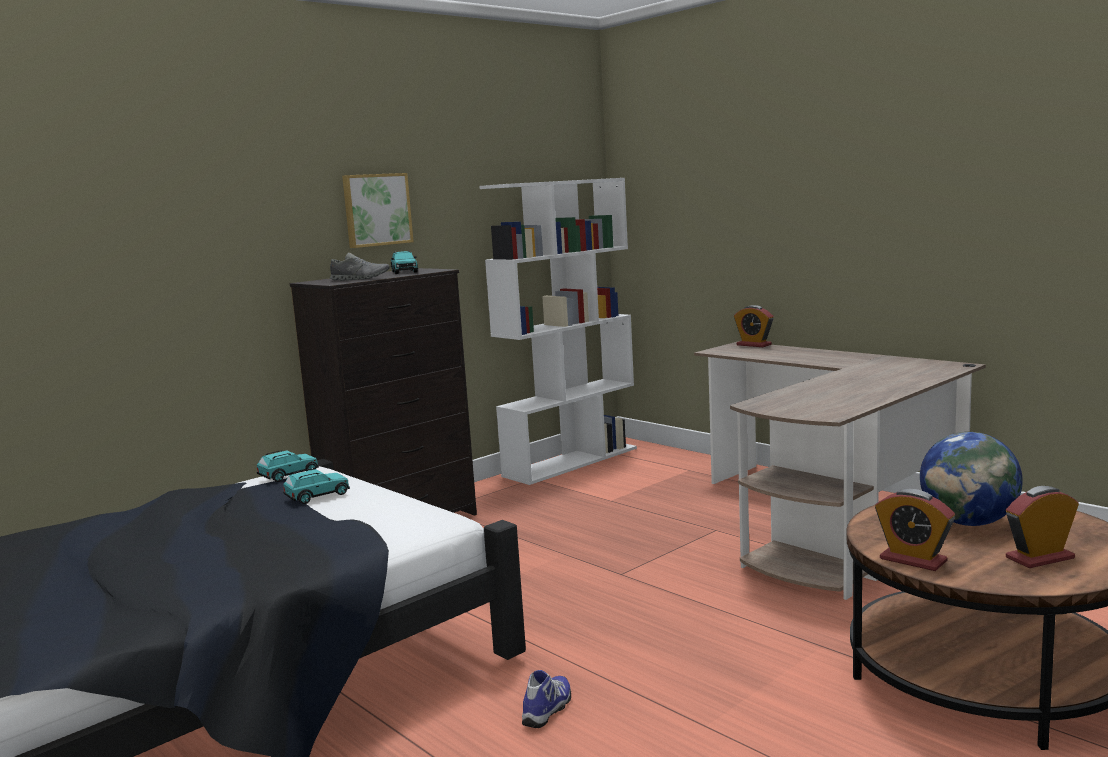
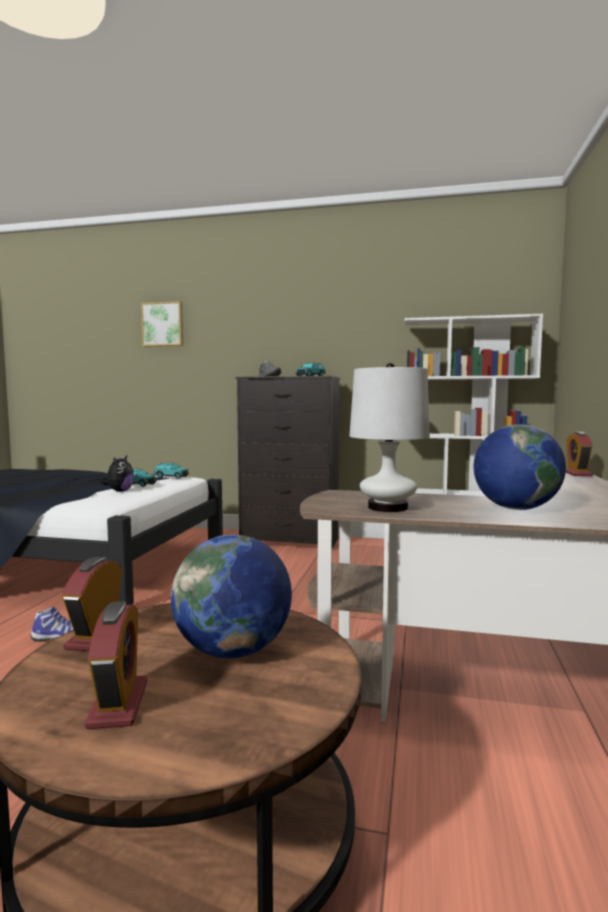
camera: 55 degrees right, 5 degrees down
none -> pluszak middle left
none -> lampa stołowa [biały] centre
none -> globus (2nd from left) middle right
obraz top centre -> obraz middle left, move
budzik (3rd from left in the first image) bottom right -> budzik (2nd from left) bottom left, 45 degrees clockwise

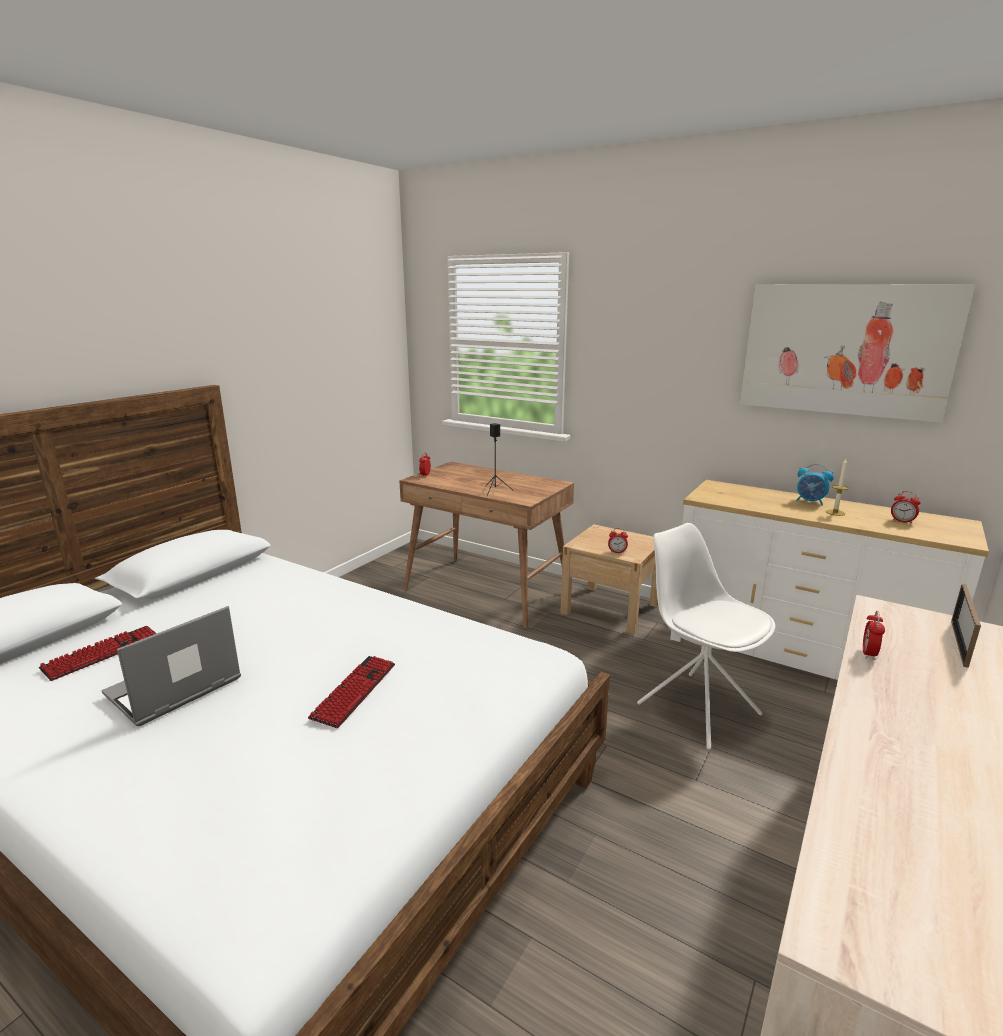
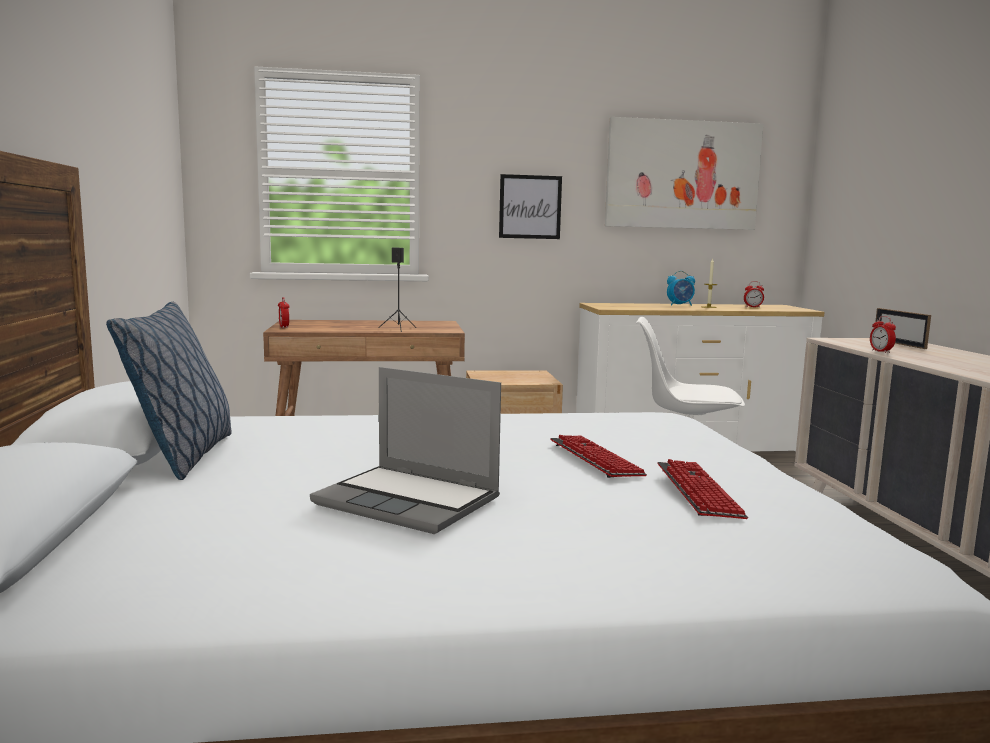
camera: 40 degrees left, 10 degrees down
budzik (2nd from left) centre -> none
none -> poduszka middle left
none -> obraz (1st from left) top centre
klawiatura (1st from left in the first image) middle left -> klawiatura (2nd from left) middle right, move
laptop middle left -> laptop centre, 60 degrees counterclockwise

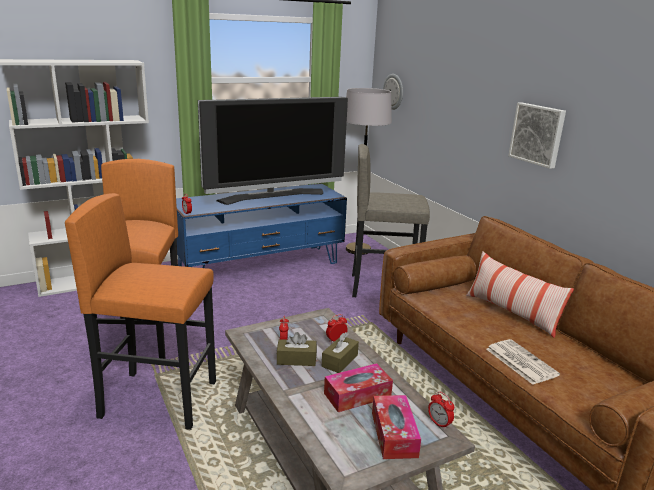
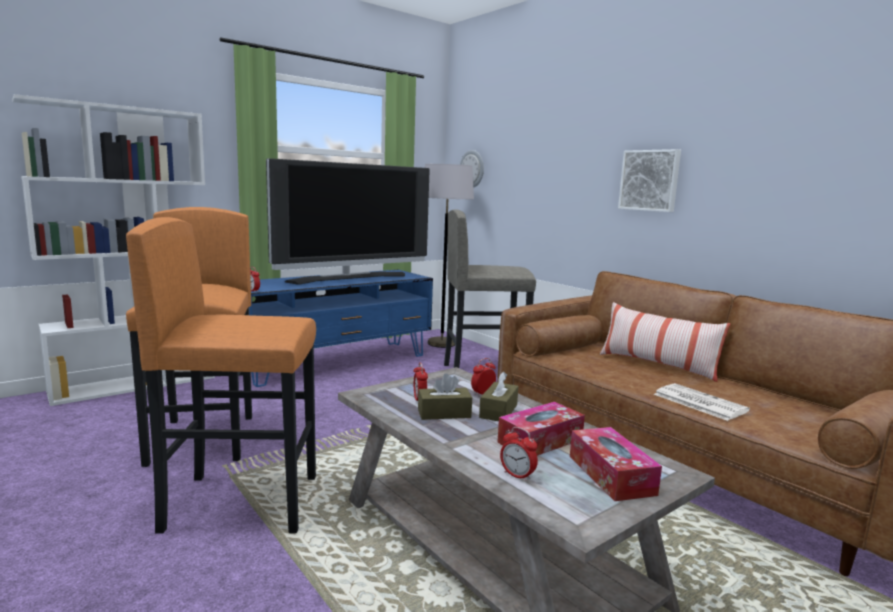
camera: 10 degrees left, 10 degrees down
budzik (4th from left) bottom right -> budzik (4th from left) bottom centre, move

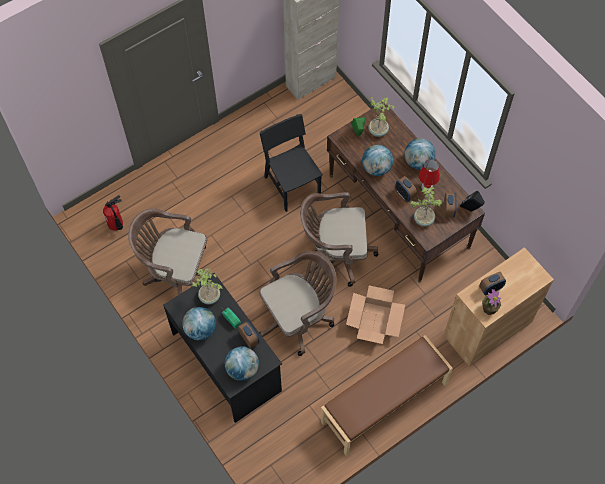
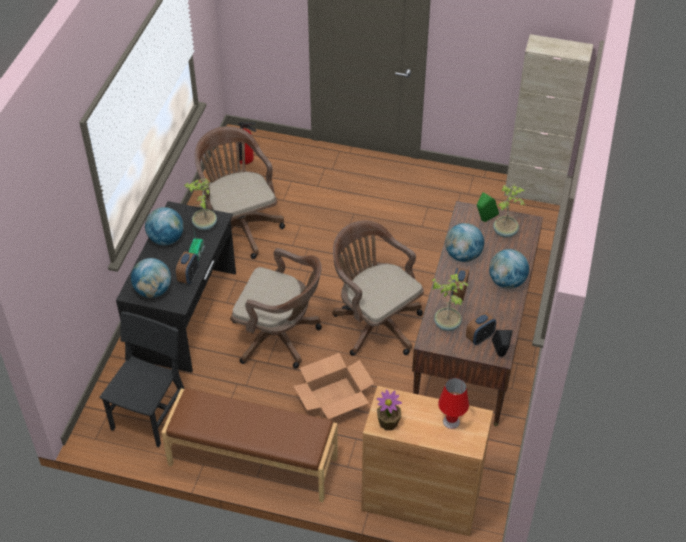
camera: 50 degrees right, 15 degrees down
budzik (4th from left) middle right -> none
krzesło [czarny] centre -> krzesło [czarny] bottom left, move
lampa stołowa [czerwony] middle right -> lampa stołowa [czerwony] bottom centre, move

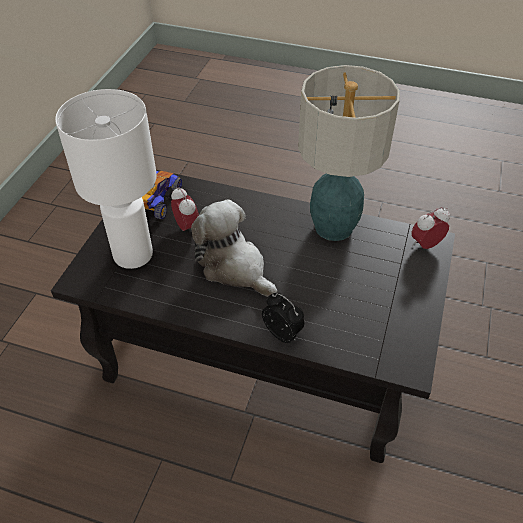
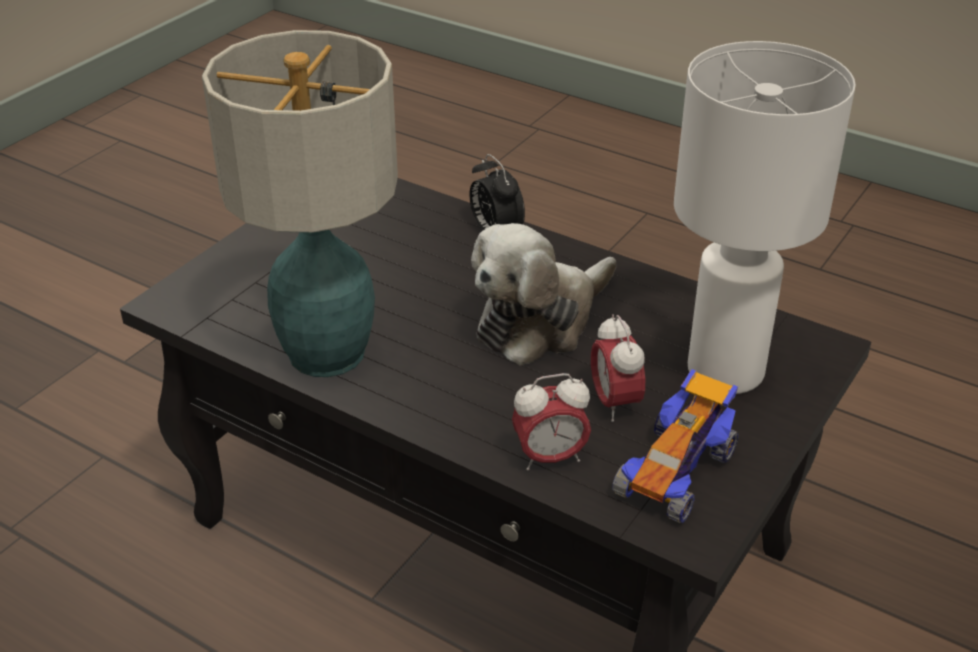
camera: 165 degrees left, 10 degrees down
budzik (3rd from left in the first image) middle right -> budzik (2nd from left) centre, move
pluszak centre, 75 degrees clockwise

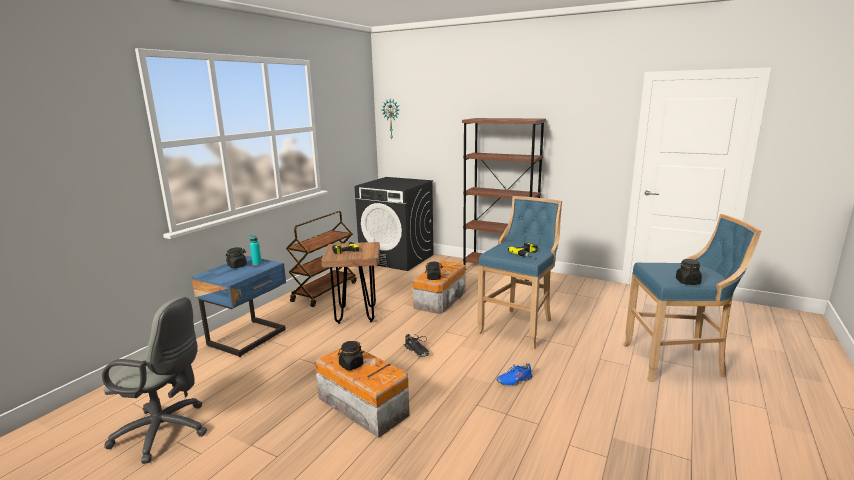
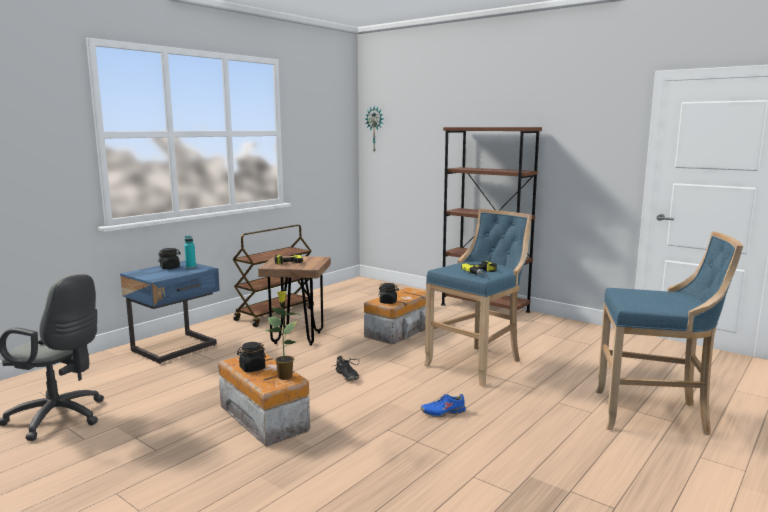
camera: 10 degrees right, 5 degrees down
pralka [czarny] centre -> none
słoik [czarny] (4th from left) middle right -> none
none -> roślina doniczkowa centre

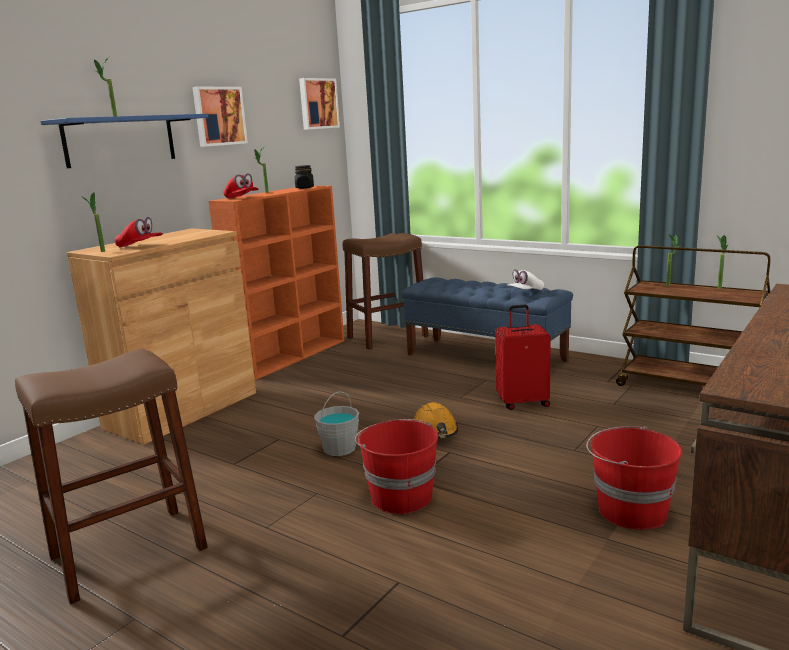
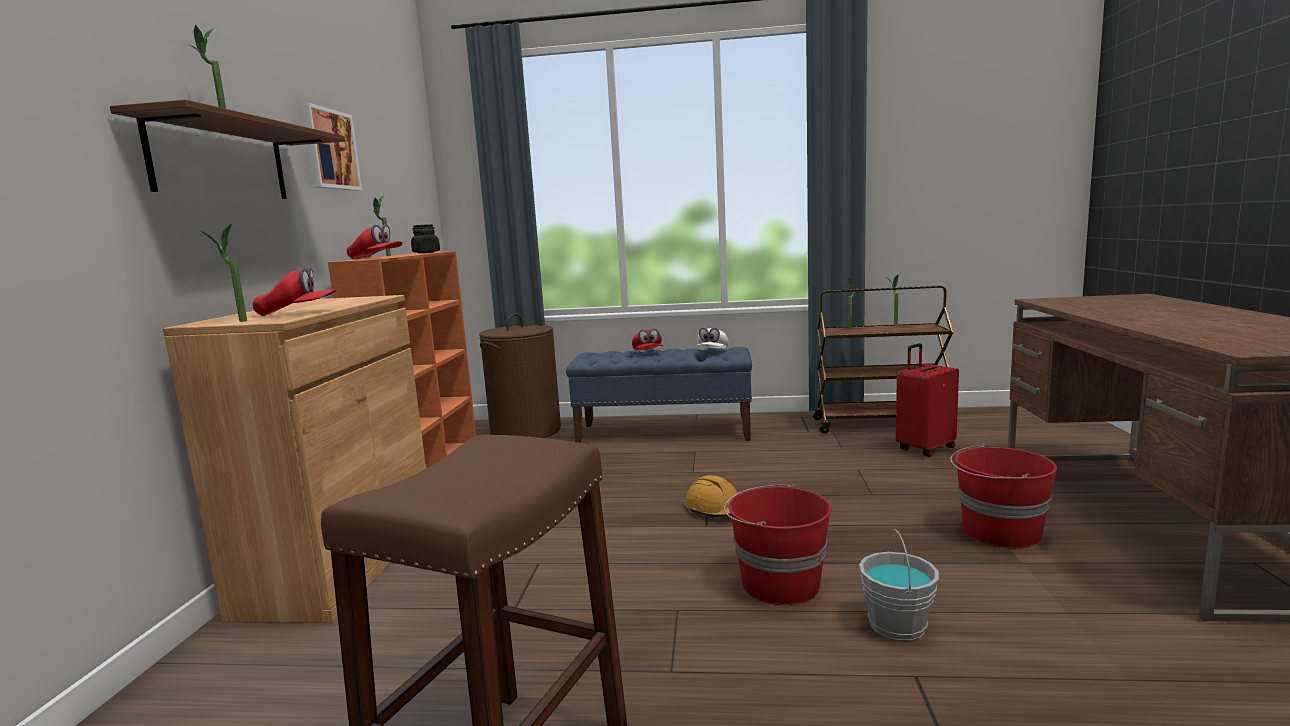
camera: 30 degrees left, 5 degrees down
obraz (2nd from left) top centre -> none
none -> czapka z daszkiem [czerwony] (3rd from left) centre
wiadro [szary] centre -> wiadro [szary] bottom right, move
walizka [czerwony] centre -> walizka [czerwony] middle right, move
stołek [brązowy] (2nd from left) centre -> kosz na pranie [brązowy] centre
półka [niebieski] top left -> półka [brązowy] top left

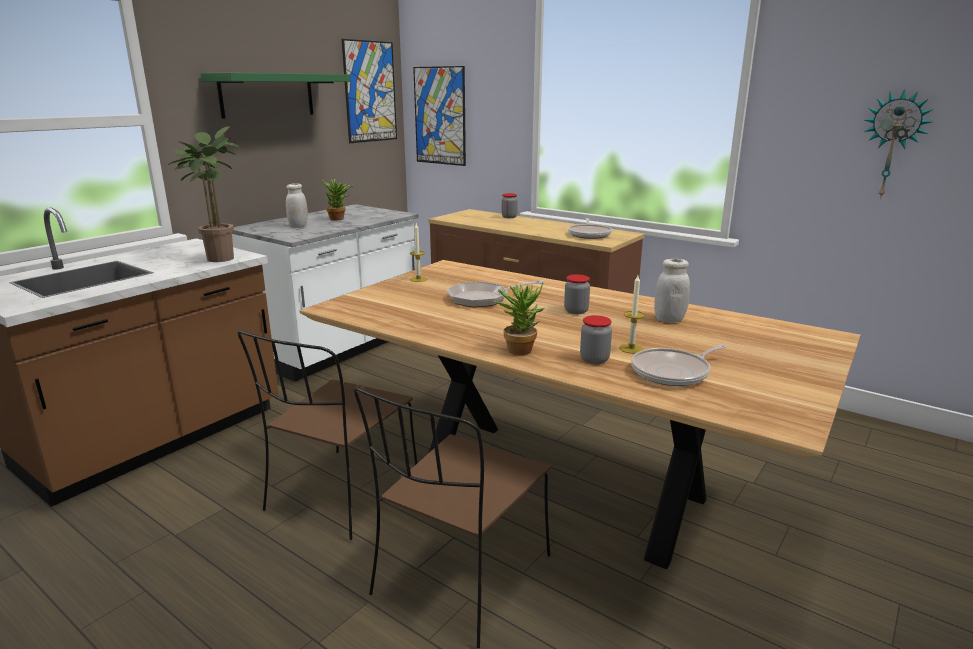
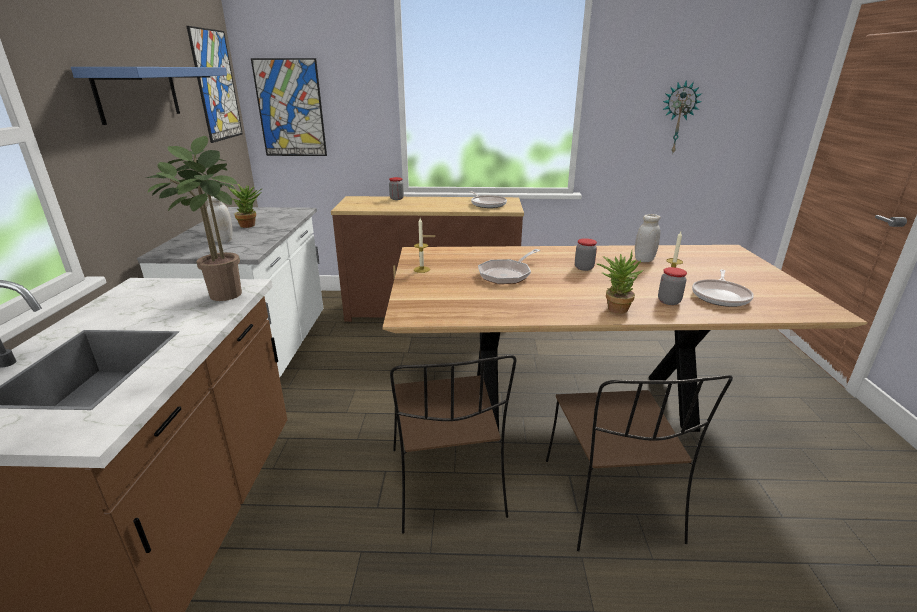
camera: 35 degrees left, 5 degrees up
półka [zielony] top left -> półka [niebieski] top left

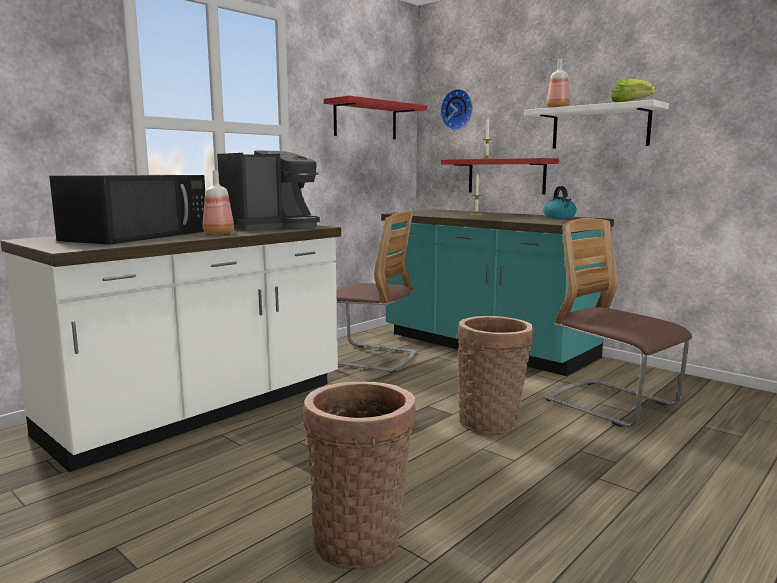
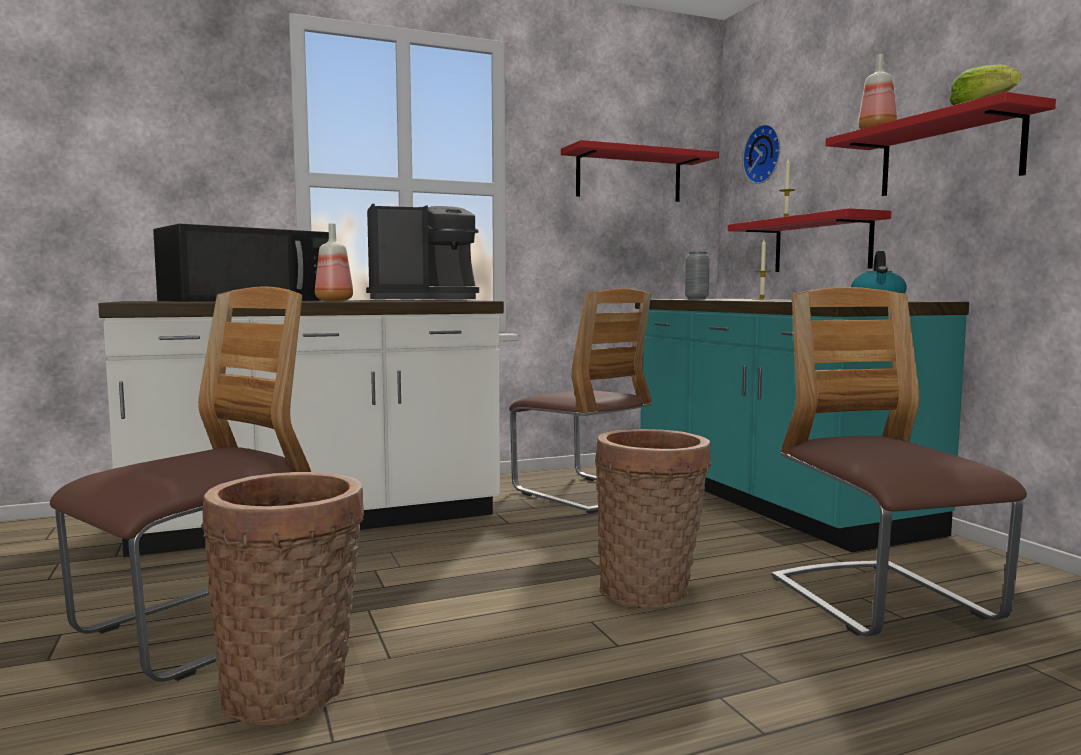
camera: 25 degrees right, 5 degrees down
none -> krzesło (1st from left) middle left
none -> wazon [szary] centre
półka [biały] top right -> półka [czerwony] (3rd from left) top right

